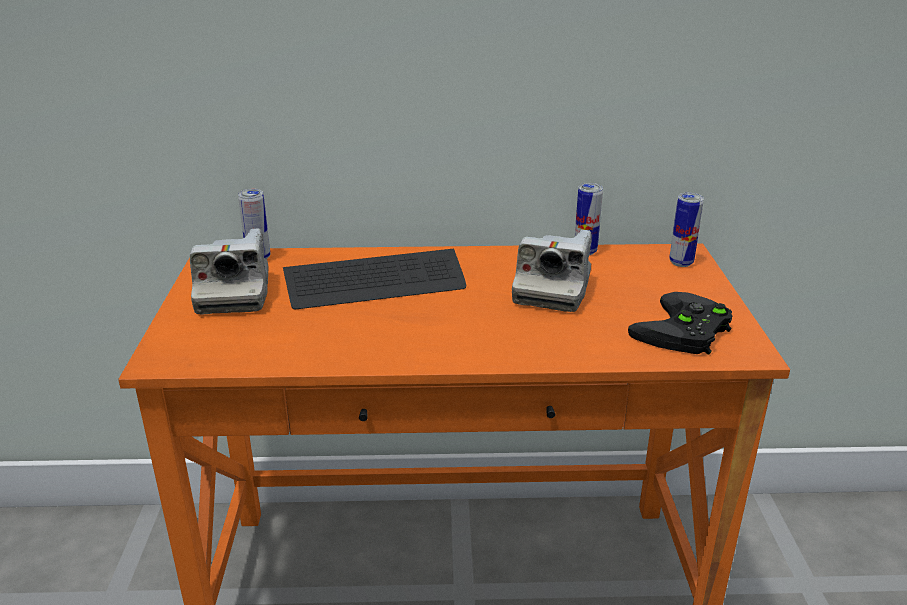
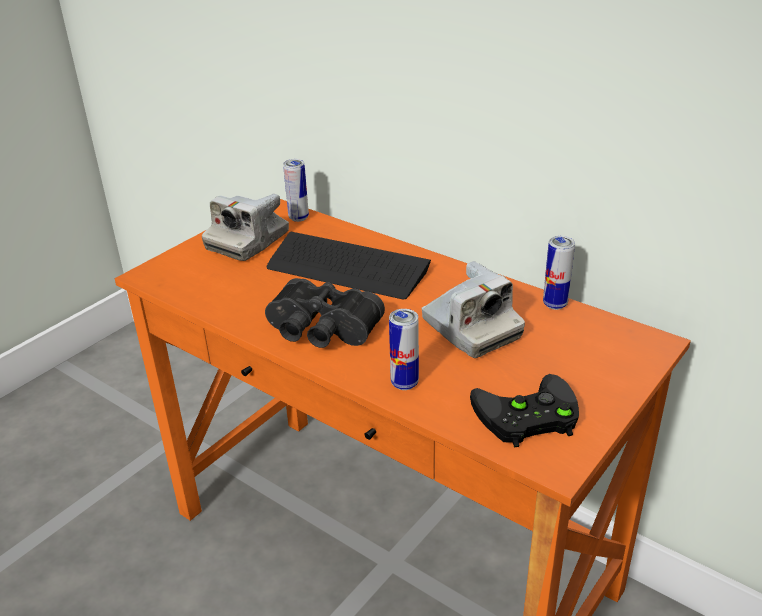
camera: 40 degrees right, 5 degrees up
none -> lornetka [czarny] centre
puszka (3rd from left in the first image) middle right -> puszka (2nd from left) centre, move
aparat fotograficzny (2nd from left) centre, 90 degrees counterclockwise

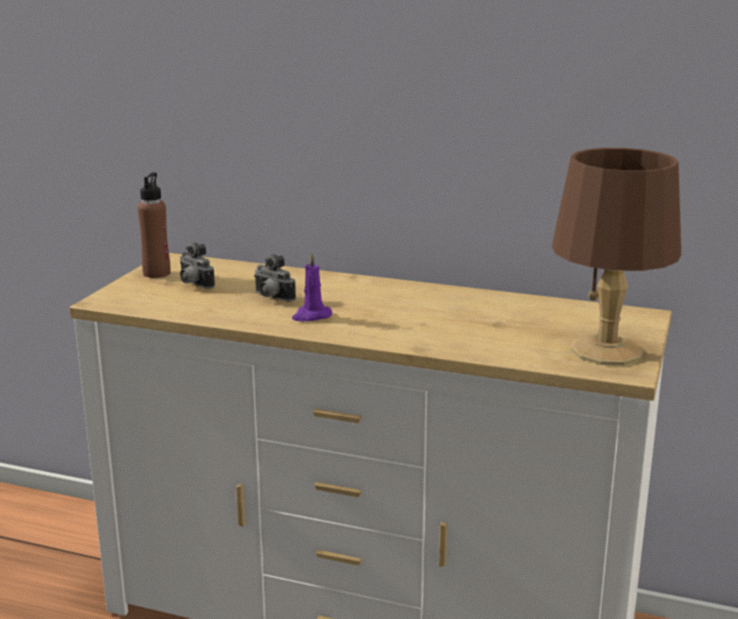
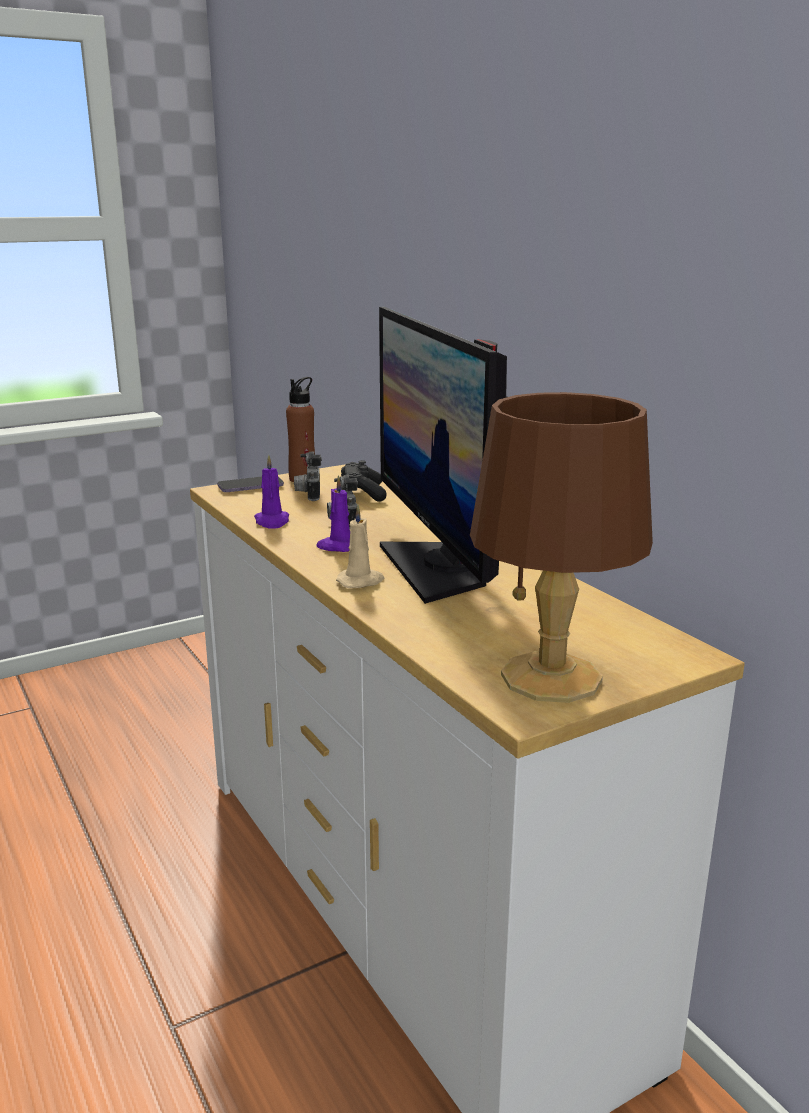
camera: 40 degrees right, 0 degrees up
none -> telefon middle left
none -> świeca [fioletowy] (1st from left) centre
none -> świeca [beżowy] centre
none -> pad do gier [czarny] centre
none -> monitor centre

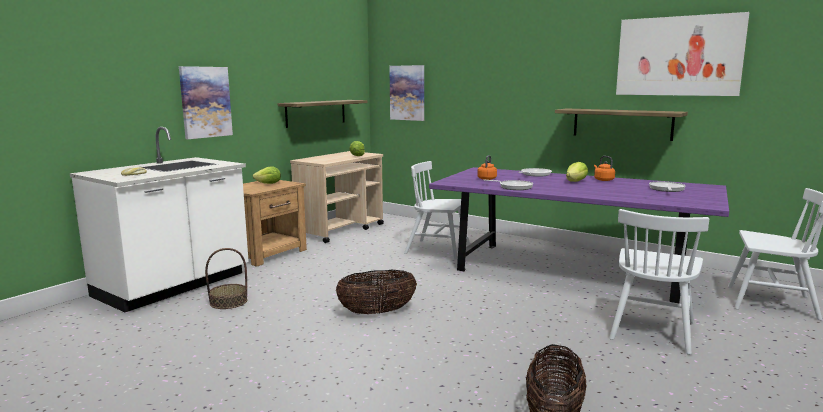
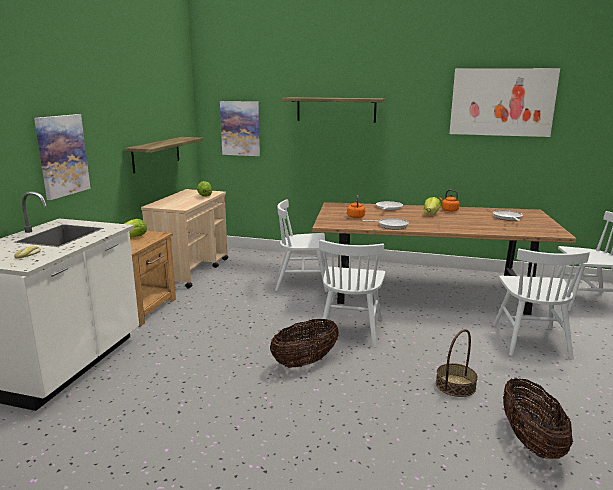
camera: 20 degrees left, 5 degrees up
none -> krzesło [biały] (2nd from left) centre
koszyk (1st from left in the first image) bottom left -> koszyk (2nd from left) bottom right, move
półka (2nd from left) top right -> półka (2nd from left) top centre, move
stół jadalny [fioletowy] middle right -> stół jadalny [brązowy] middle right

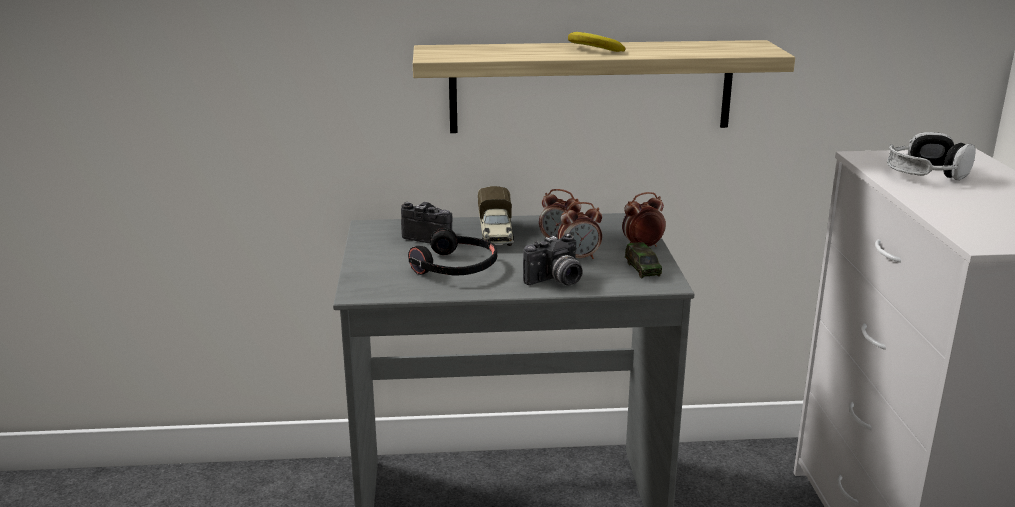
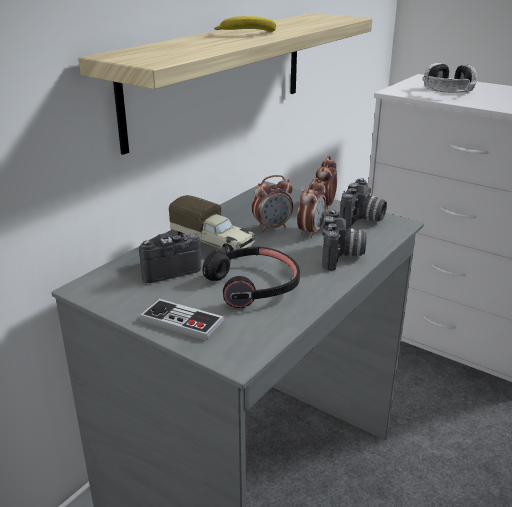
camera: 50 degrees left, 5 degrees up
none -> pad do gier centre
samochodzik centre -> aparat fotograficzny (3rd from left) middle right

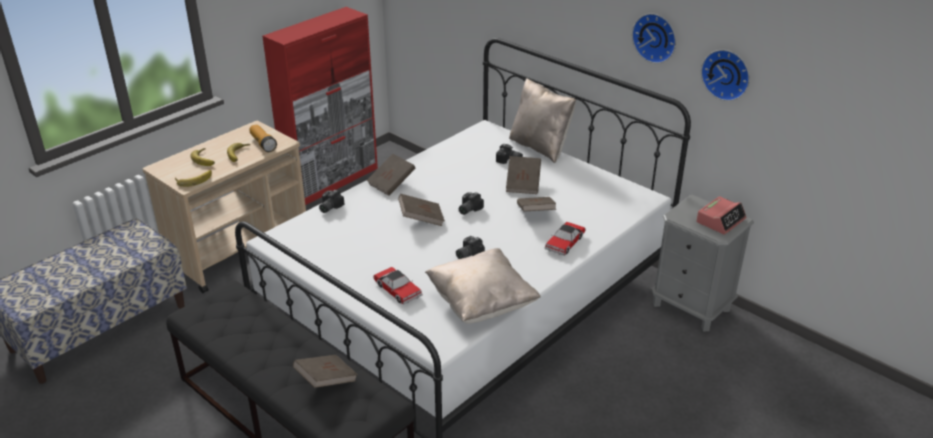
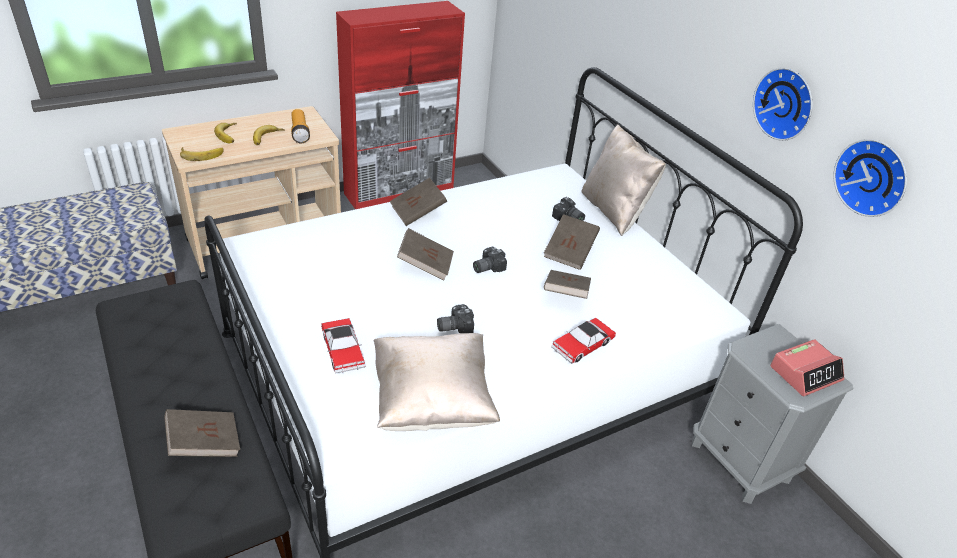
camera: 15 degrees right, 5 degrees up
aparat fotograficzny (1st from left) centre -> none

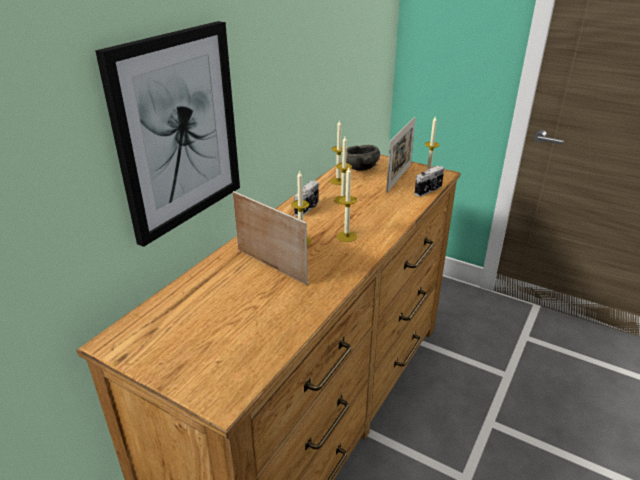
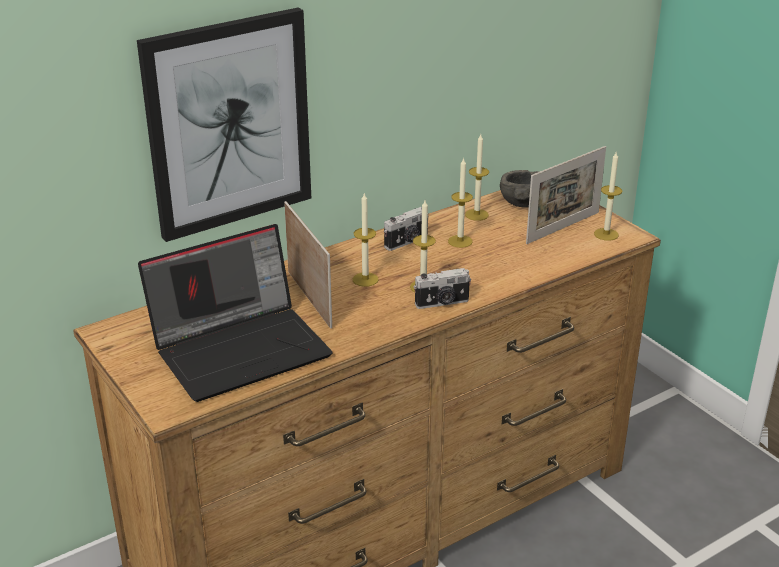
camera: 25 degrees right, 0 degrees up
none -> laptop middle left
aparat fotograficzny (2nd from left) middle right -> aparat fotograficzny (2nd from left) centre, move

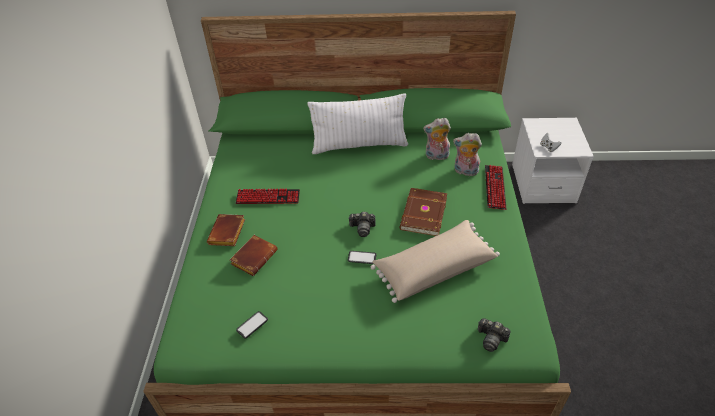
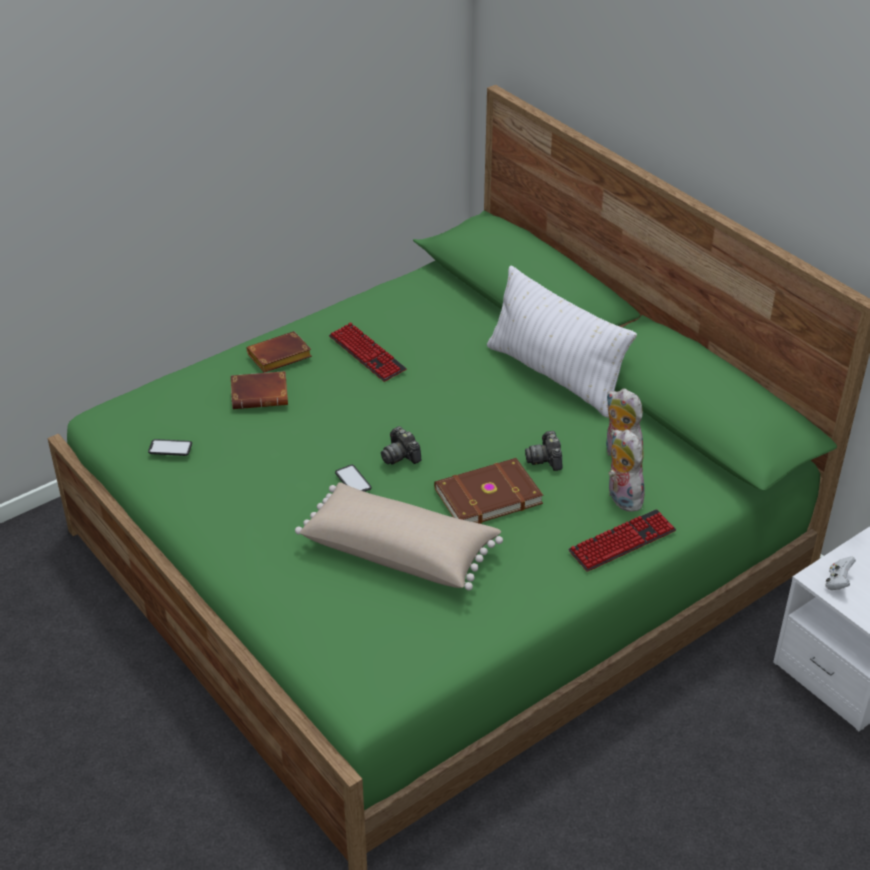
camera: 50 degrees right, 5 degrees down
aparat fotograficzny (2nd from left) bottom right -> aparat fotograficzny (2nd from left) centre, move

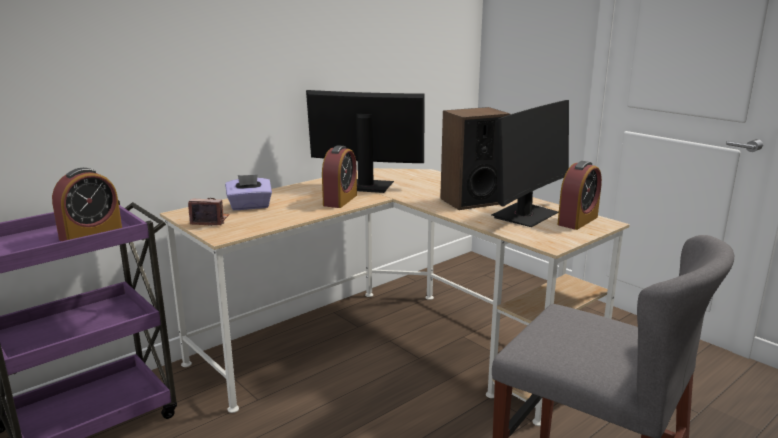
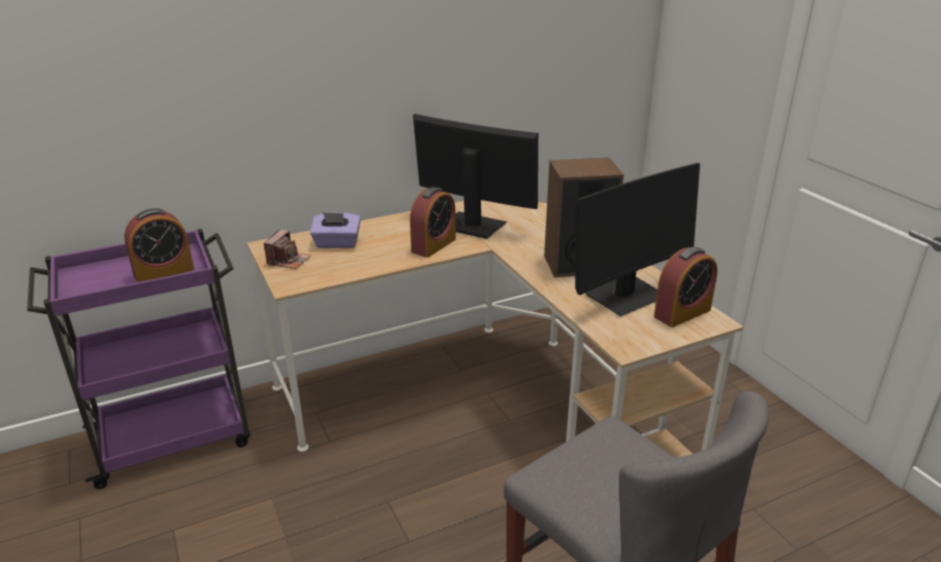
camera: 15 degrees right, 10 degrees up
aparat fotograficzny middle left, 90 degrees clockwise

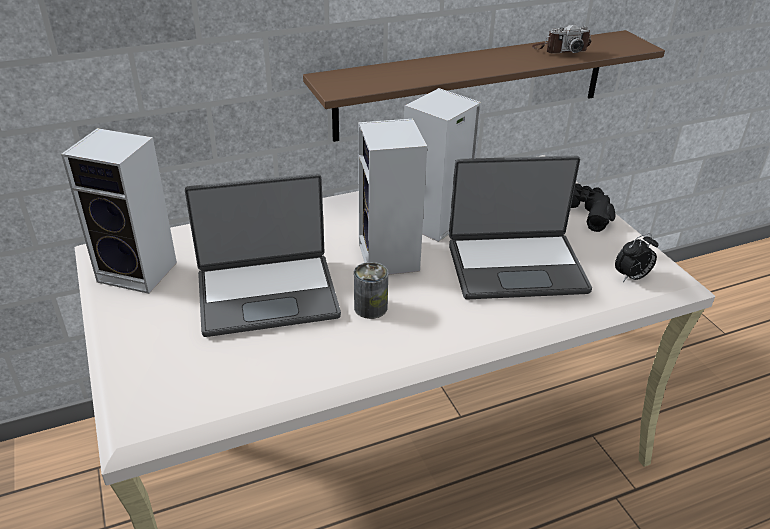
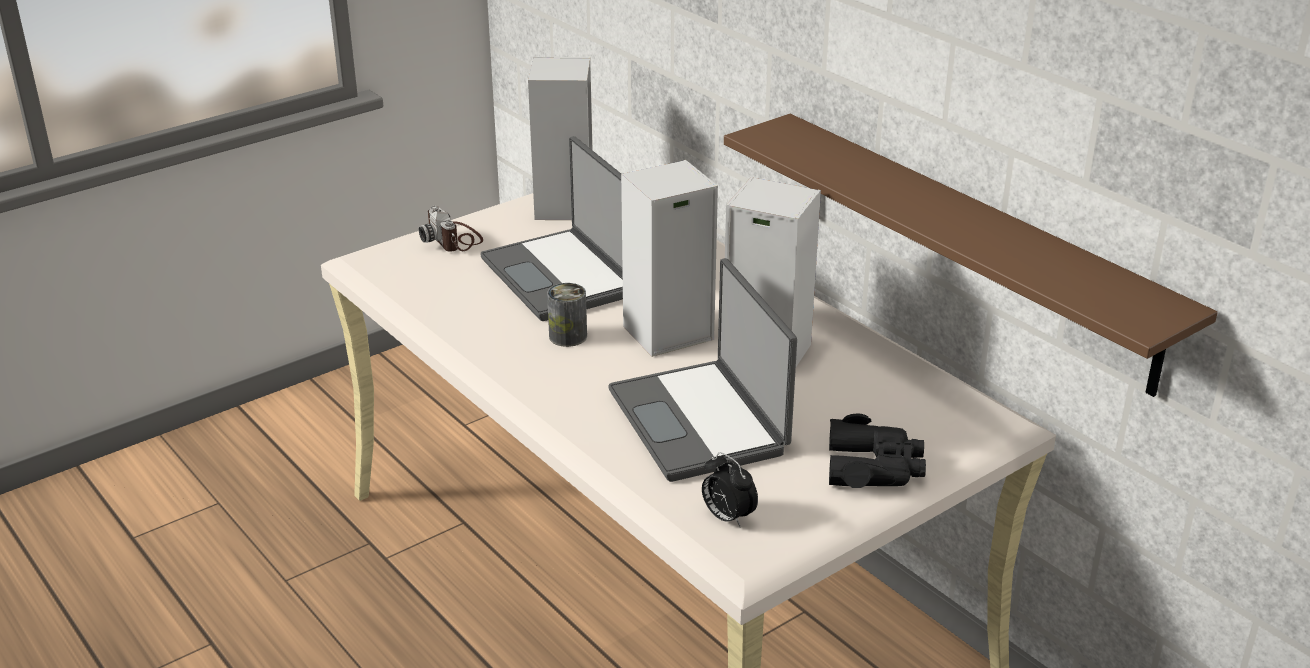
camera: 75 degrees right, 5 degrees down
aparat fotograficzny top right -> aparat fotograficzny centre, move

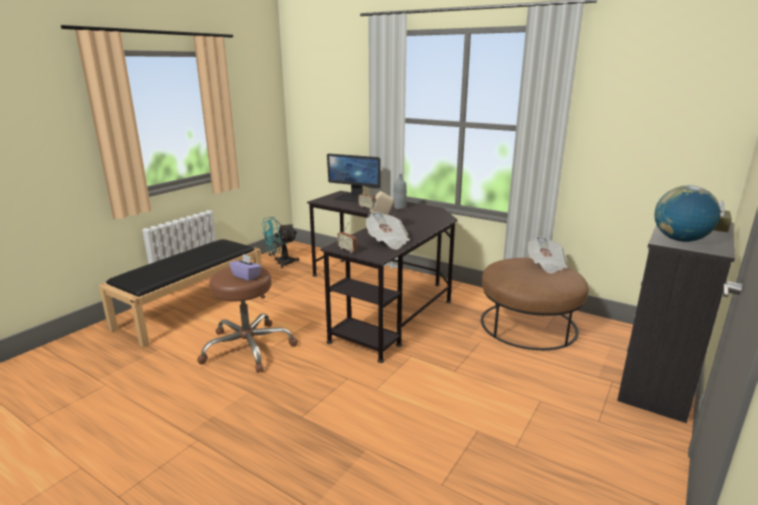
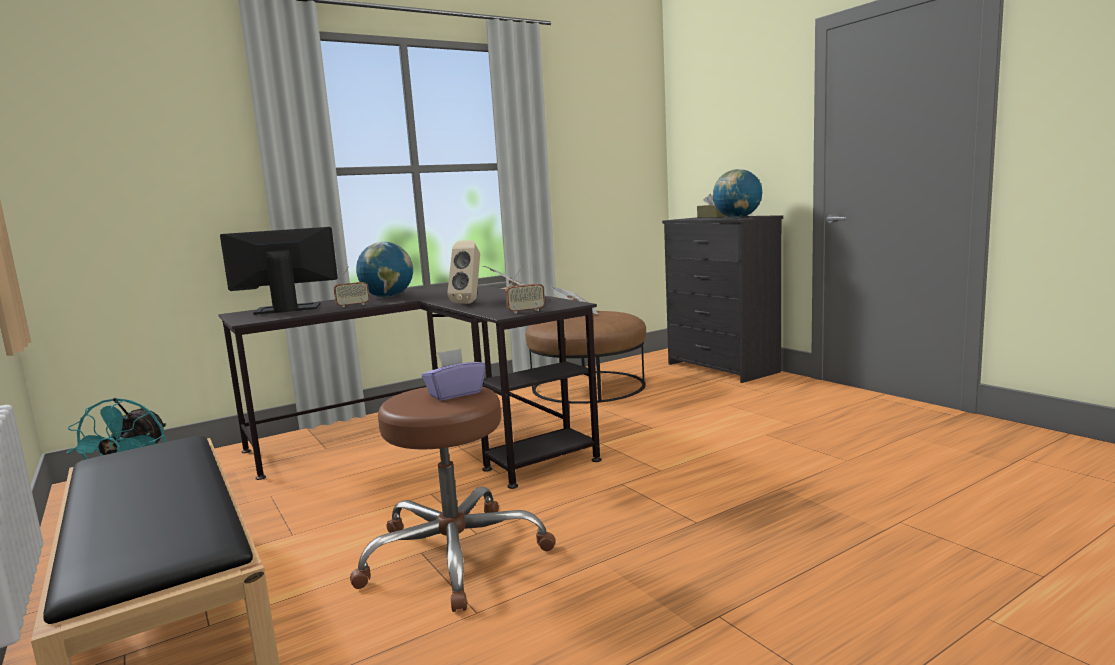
camera: 65 degrees left, 10 degrees down
butelka [szary] centre -> globus (1st from left) centre
monitor centre -> monitor middle left, 150 degrees counterclockwise

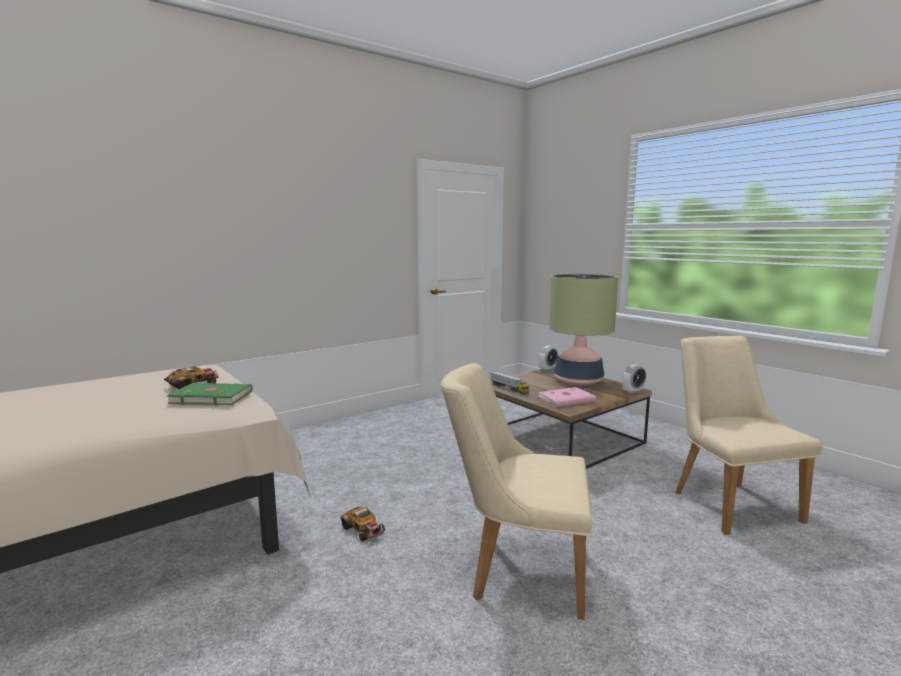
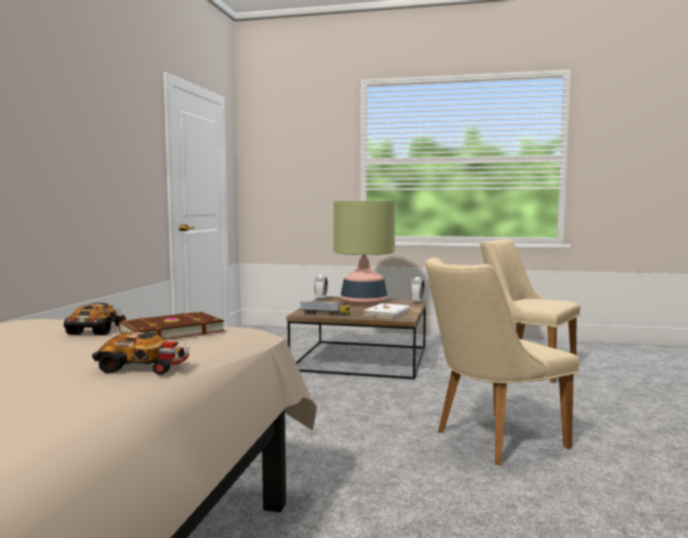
camera: 40 degrees left, 5 degrees down
samochodzik (2nd from left) bottom centre -> samochodzik (2nd from left) middle left, move
książka [zielony] middle left -> książka [brązowy] middle left
książka [różowy] centre -> książka [biały] centre

